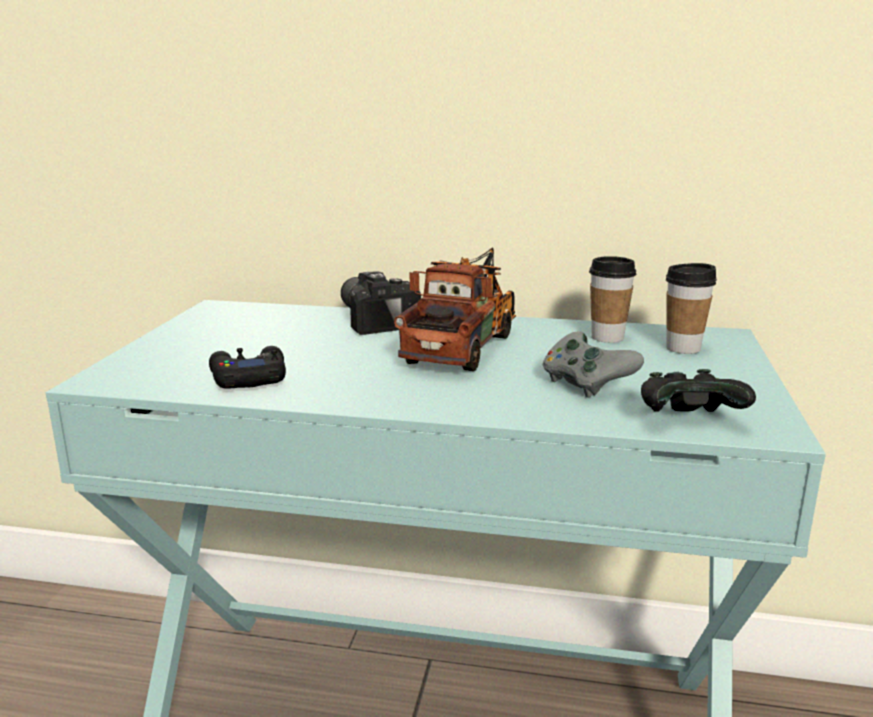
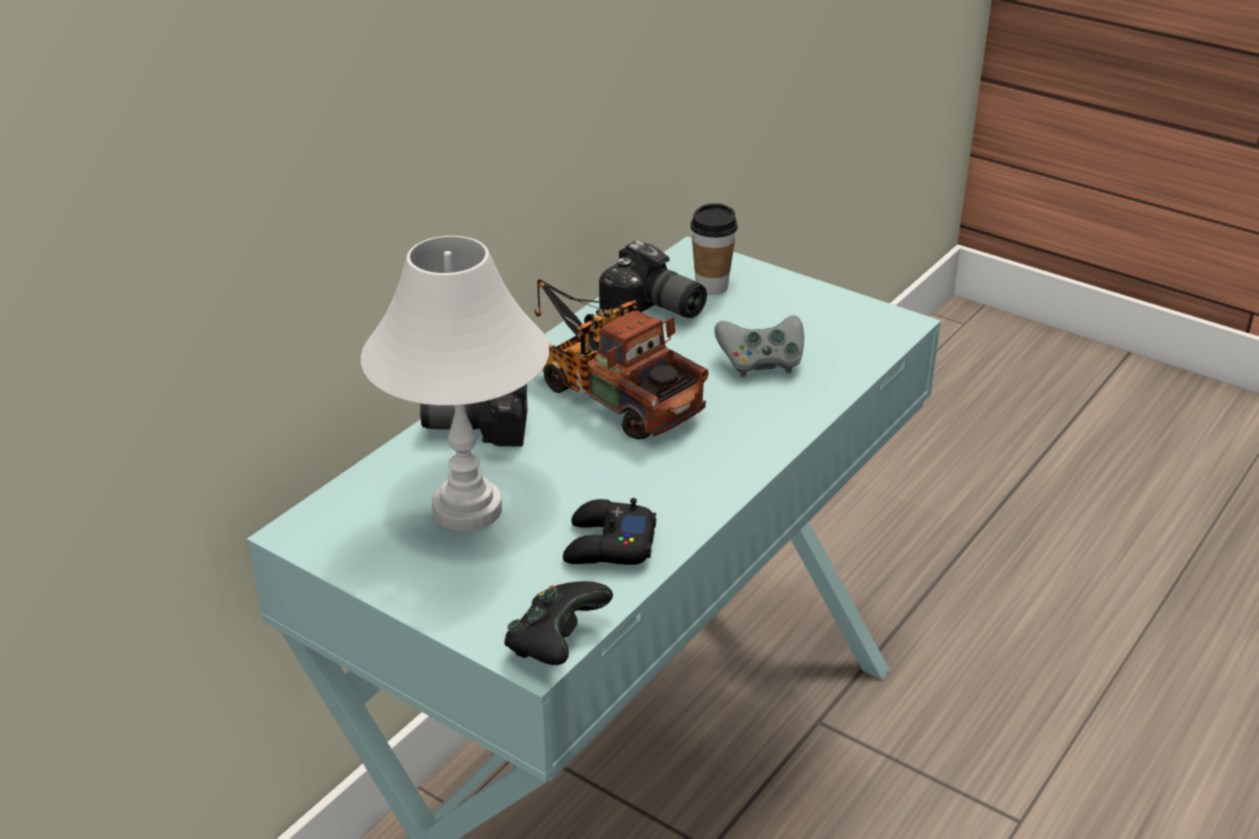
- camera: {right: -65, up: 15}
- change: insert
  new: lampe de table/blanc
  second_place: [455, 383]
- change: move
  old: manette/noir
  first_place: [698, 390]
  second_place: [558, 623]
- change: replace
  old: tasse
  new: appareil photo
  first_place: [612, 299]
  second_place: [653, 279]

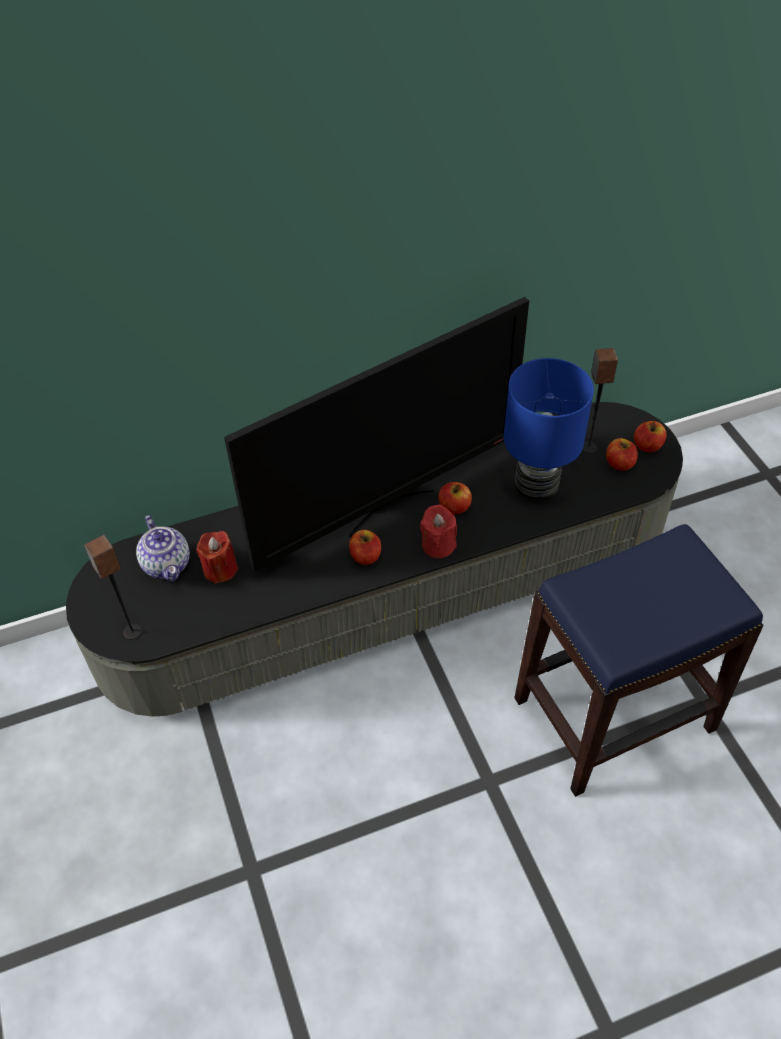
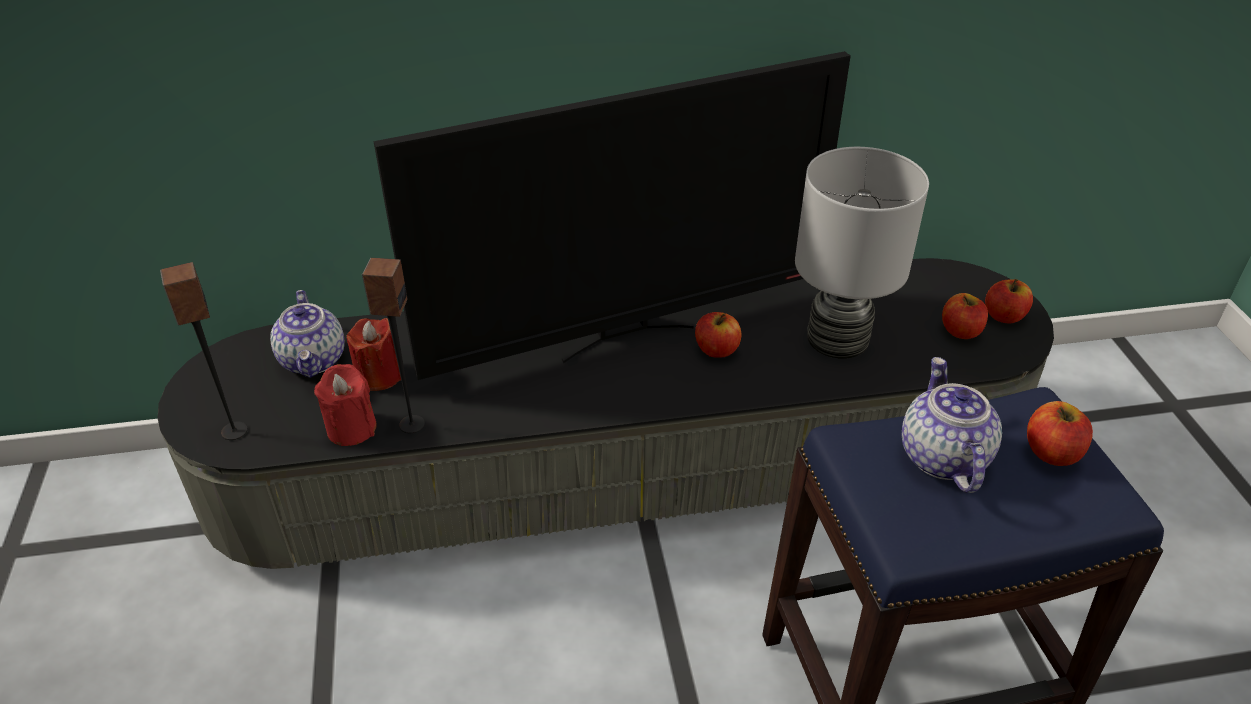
- camera: {right: 10, up: -10}
- change: insert
  new: théière
  second_place: [952, 425]
- change: move
  old: pomme
  first_place: [365, 547]
  second_place: [1060, 433]
- change: move
  old: bougie/rouge
  first_place: [438, 531]
  second_place: [345, 405]
- change: move
  old: enceinte
  first_place: [600, 400]
  second_place: [393, 345]
- change: recolor
  old: lampe de table/bleu
  new: lampe de table/gris
  first_place: [549, 429]
  second_place: [862, 253]

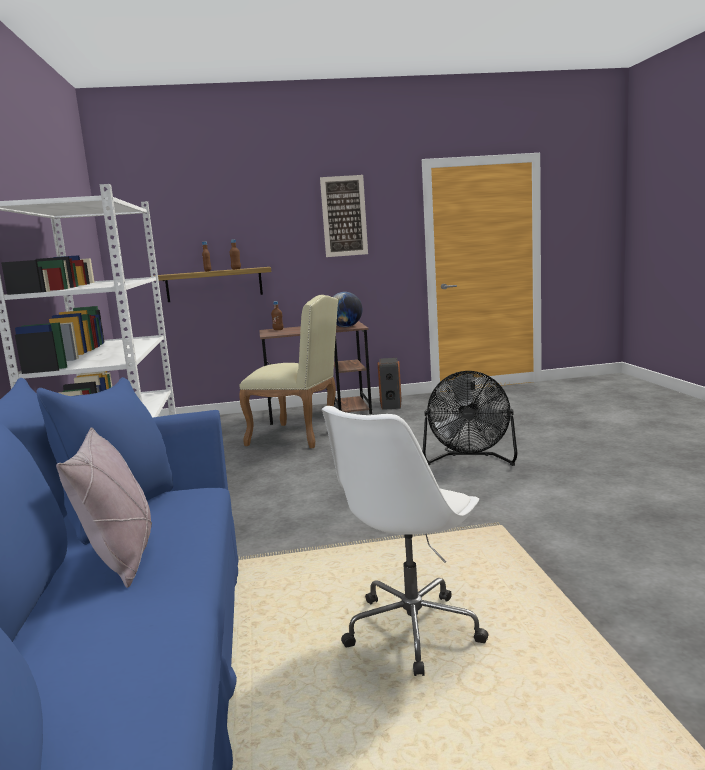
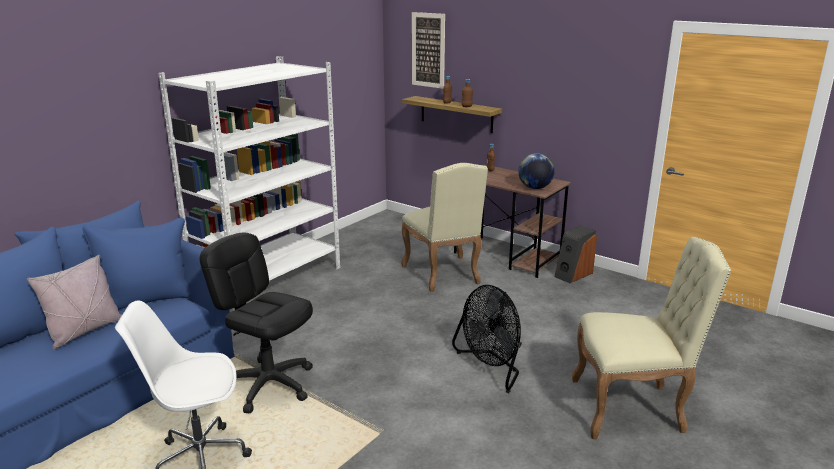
- camera: {right: 45, up: 10}
- change: insert
  new: chaise de bureau/noir
  second_place: [256, 323]
- change: insert
  new: chaise/beige
  second_place: [651, 338]
- change: move
  old: tableau
  first_place: [344, 216]
  second_place: [428, 50]

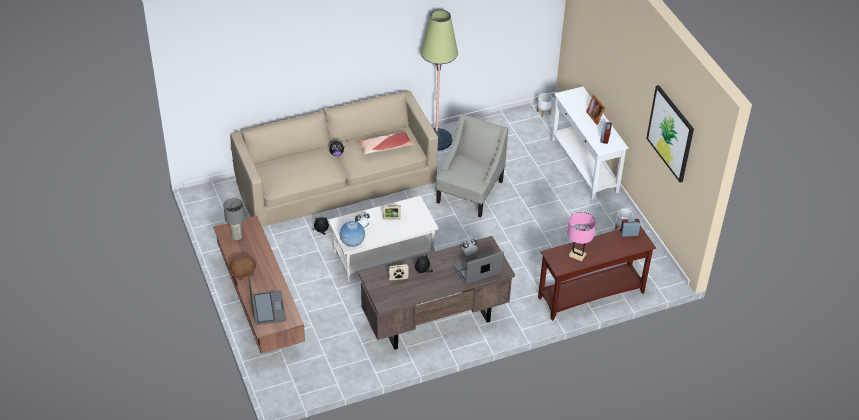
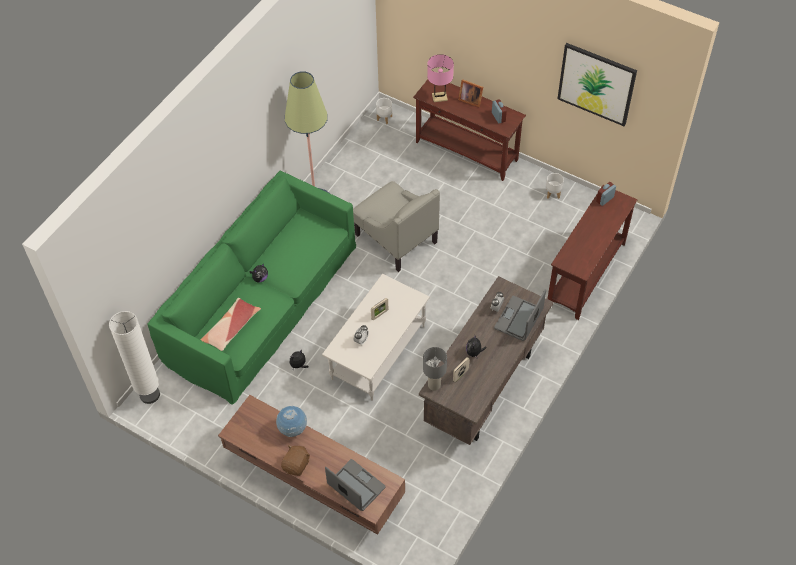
- camera: {right: -35, up: 10}
- change: insert
  new: lampadaire/blanc
  second_place: [134, 357]
- change: move
  old: lampe de table/gris
  first_place: [234, 219]
  second_place: [435, 369]
- change: move
  old: globe
  first_place: [352, 234]
  second_place: [291, 421]
- change: move
  old: coussin
  first_place: [385, 142]
  second_place: [231, 324]
- change: move
  old: lampe de table/rose
  first_place: [581, 236]
  second_place: [440, 78]
- change: recolor
  old: canapé/beige
  new: canapé/vert
  first_place: [334, 159]
  second_place: [252, 288]
- change: recolor
  old: table console/blanc
  new: table console/marron
  first_place: [590, 143]
  second_place: [469, 130]
- change: rotate
  old: fauteuil/gris
  first_place: [472, 166]
  second_place: [396, 226]
  degrees: 150

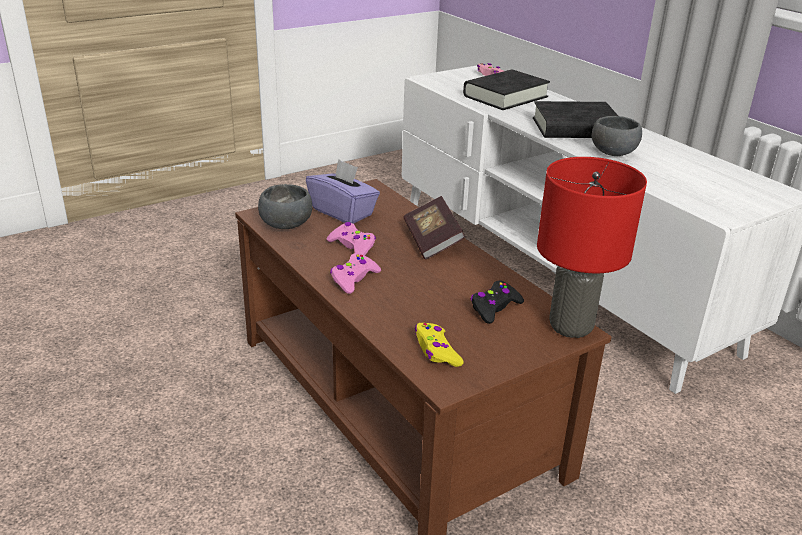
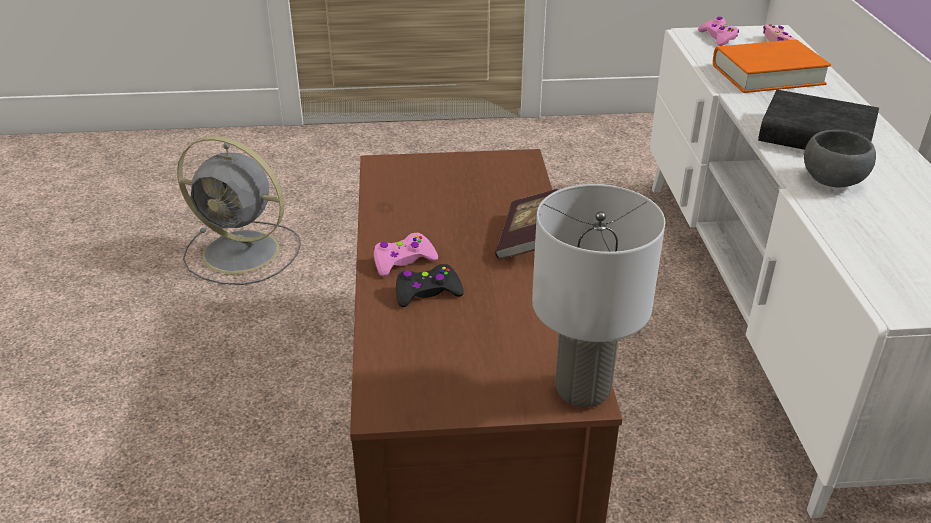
- camera: {right: 30, up: 5}
- change: delete
  old: bol/gris
  first_place: [285, 206]
- change: delete
  old: boîte à mouchoirs/violet
  first_place: [343, 191]
- change: delete
  old: manette/jaune
  first_place: [439, 345]
- change: insert
  new: ventilateur/gris
  second_place: [239, 210]
- change: move
  old: manette/rose
  first_place: [351, 238]
  second_place: [718, 31]
- change: move
  old: manette/noir
  first_place: [497, 302]
  second_place: [430, 285]
- change: recolor
  old: livre/noir
  new: livre/orange
  first_place: [506, 89]
  second_place: [772, 66]
- change: recolor
  old: lampe de table/rouge
  new: lampe de table/blanc
  first_place: [592, 247]
  second_place: [598, 296]

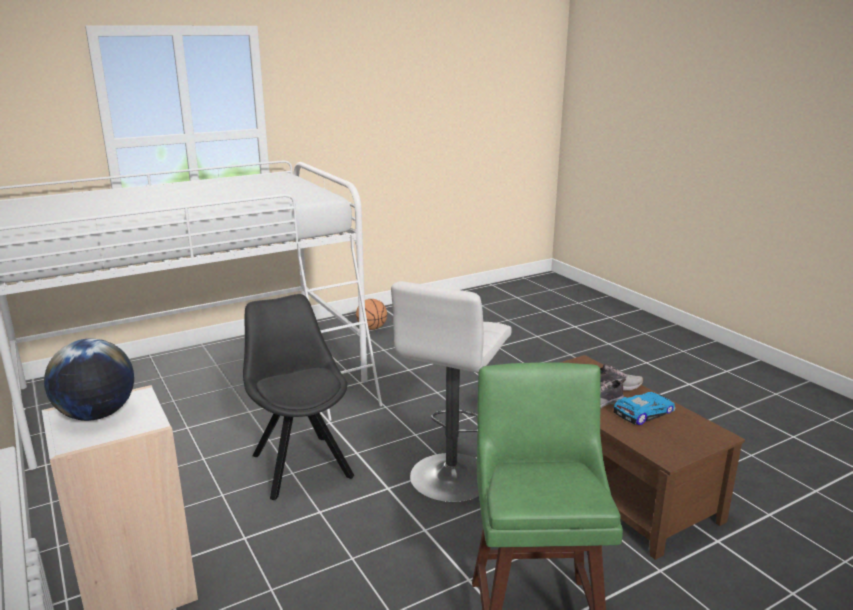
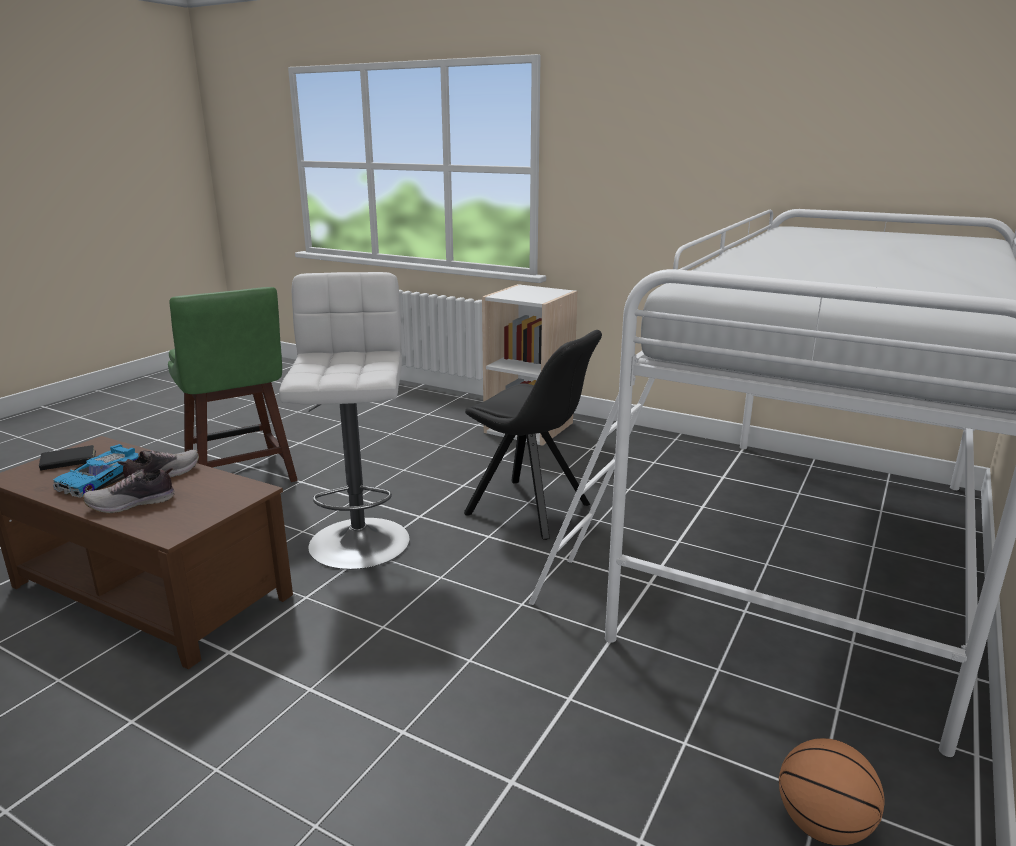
- camera: {right: 150, up: 0}
- change: delete
  old: globe
  first_place: [89, 379]
- change: insert
  new: livre/noir
  second_place: [67, 458]

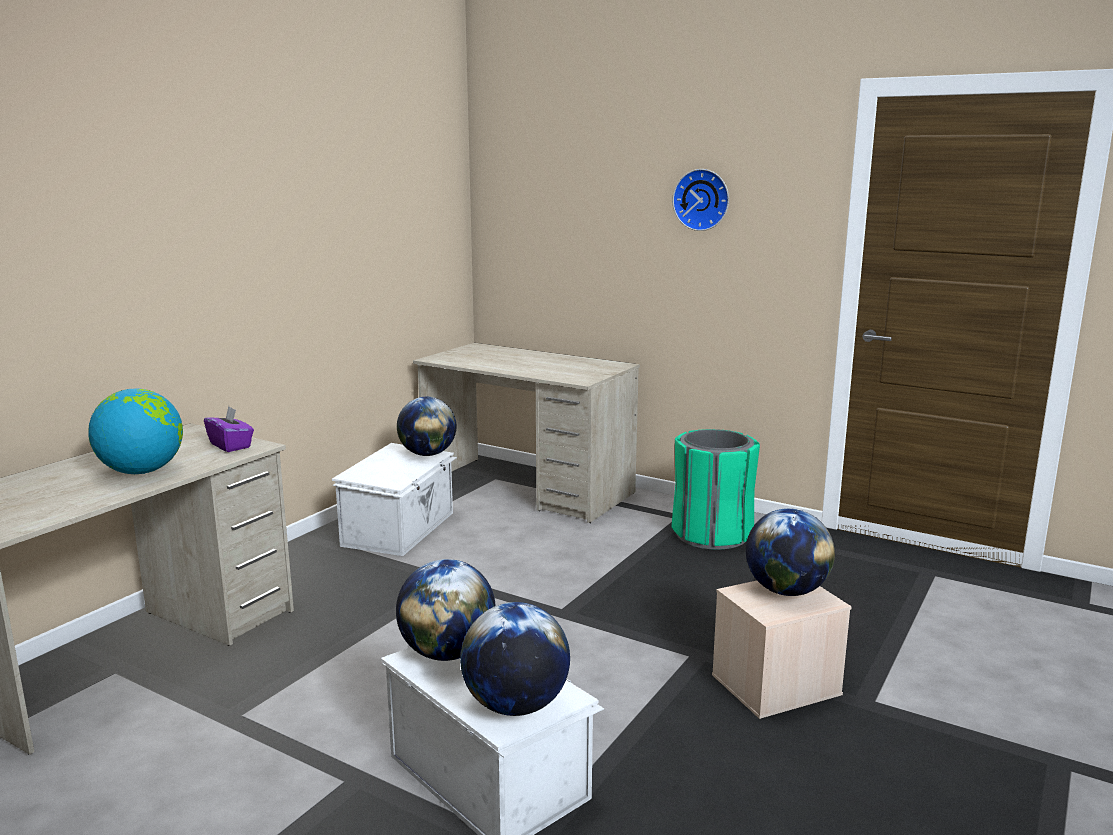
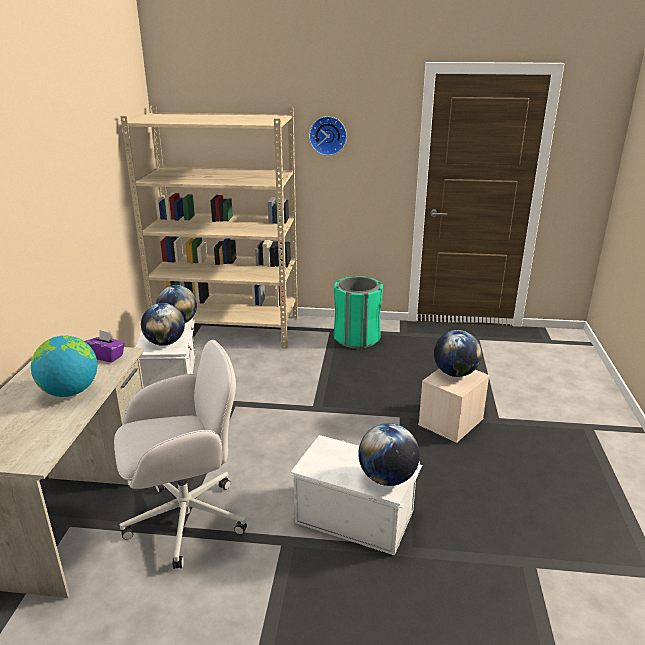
- camera: {right: -25, up: 10}
- change: insert
  new: chaise de bureau/blanc
  second_place: [180, 454]
- change: move
  old: globe
  first_place: [446, 610]
  second_place: [163, 324]
- change: replace
  old: bureau/beige
  new: bibliothèque/beige
  first_place: [526, 433]
  second_place: [209, 227]

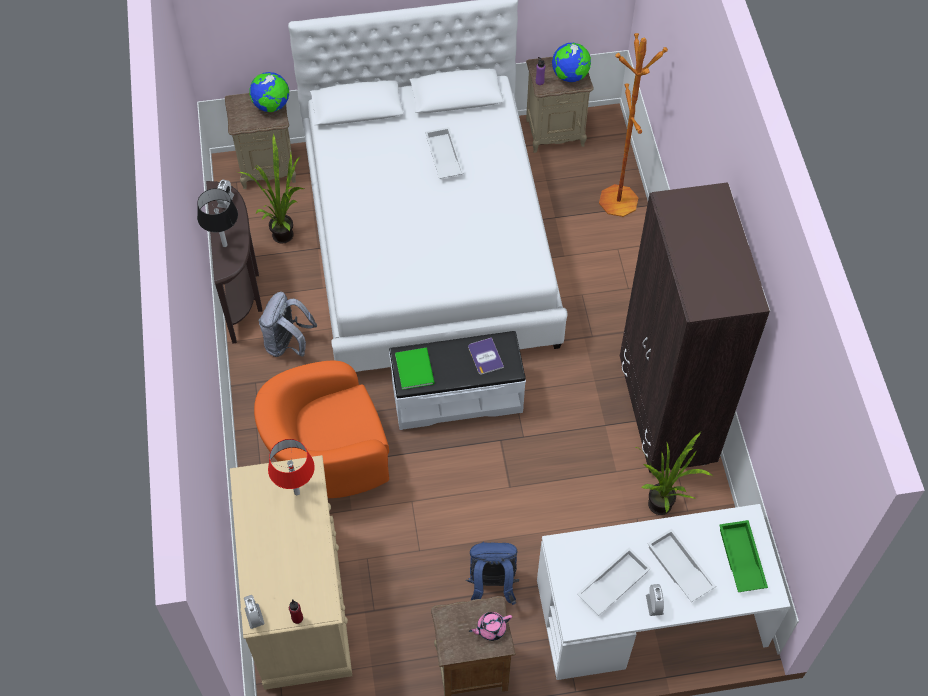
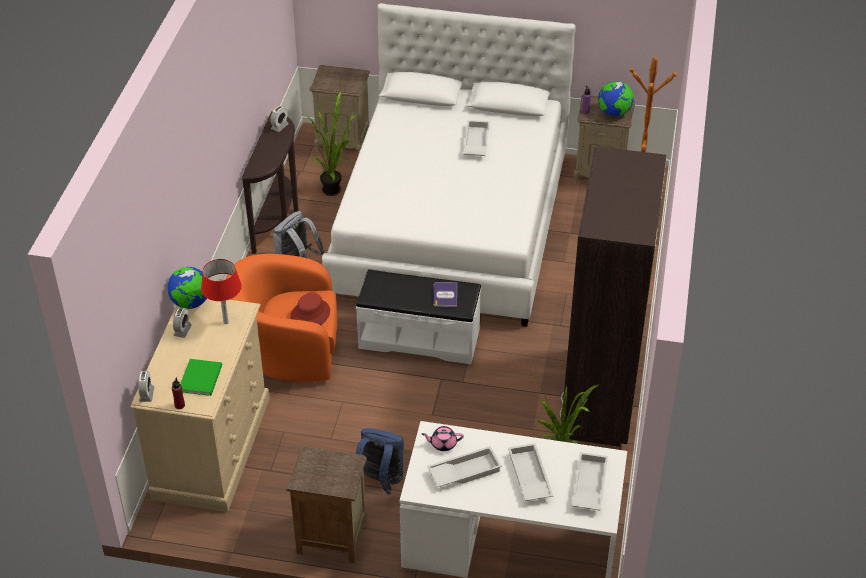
- camera: {right: 20, up: -15}
- change: delete
  old: lampe de table/noir
  first_place: [217, 217]
- change: insert
  new: chapeau/rouge
  second_place: [310, 309]
- change: move
  old: globe
  first_place: [269, 92]
  second_place: [187, 288]
- change: move
  old: livre/vert
  first_place: [415, 369]
  second_place: [201, 377]
- change: move
  old: théière/rose
  first_place: [490, 626]
  second_place: [443, 438]
- change: move
  old: réveil
  first_place: [655, 600]
  second_place: [182, 322]
- change: recolor
  old: plateau/vert
  new: plateau/blanc
  first_place: [743, 556]
  second_place: [589, 481]

